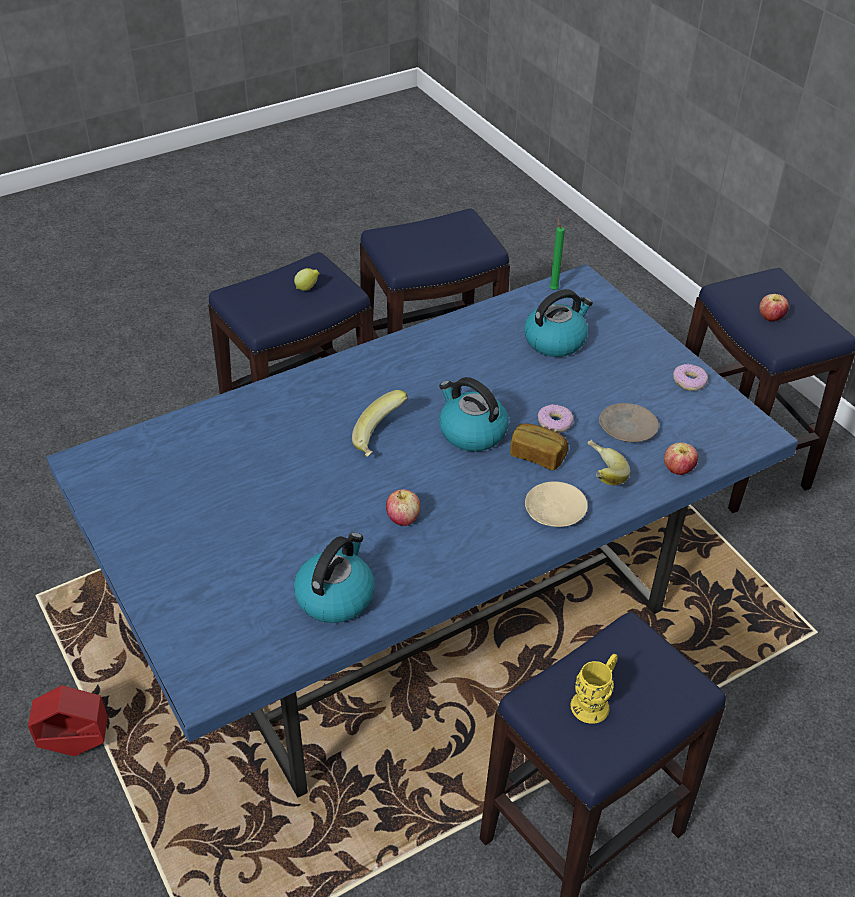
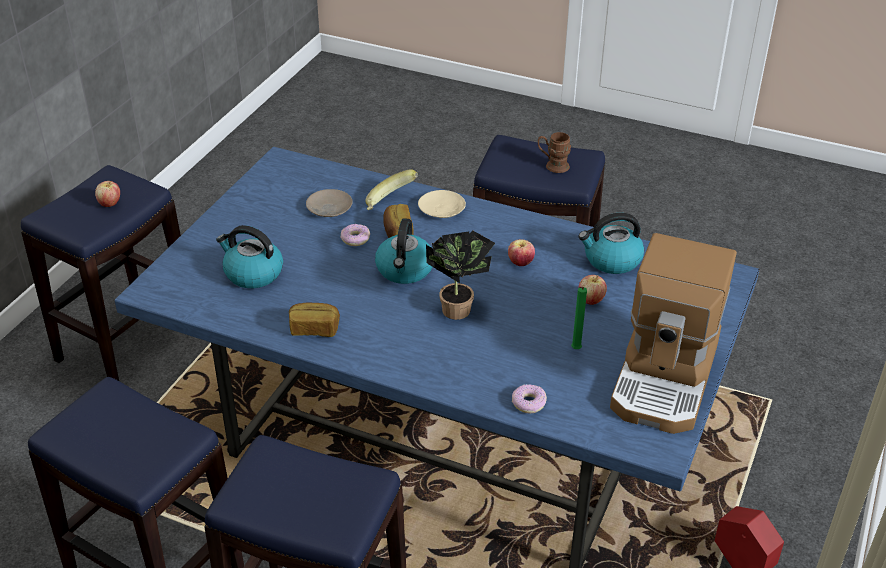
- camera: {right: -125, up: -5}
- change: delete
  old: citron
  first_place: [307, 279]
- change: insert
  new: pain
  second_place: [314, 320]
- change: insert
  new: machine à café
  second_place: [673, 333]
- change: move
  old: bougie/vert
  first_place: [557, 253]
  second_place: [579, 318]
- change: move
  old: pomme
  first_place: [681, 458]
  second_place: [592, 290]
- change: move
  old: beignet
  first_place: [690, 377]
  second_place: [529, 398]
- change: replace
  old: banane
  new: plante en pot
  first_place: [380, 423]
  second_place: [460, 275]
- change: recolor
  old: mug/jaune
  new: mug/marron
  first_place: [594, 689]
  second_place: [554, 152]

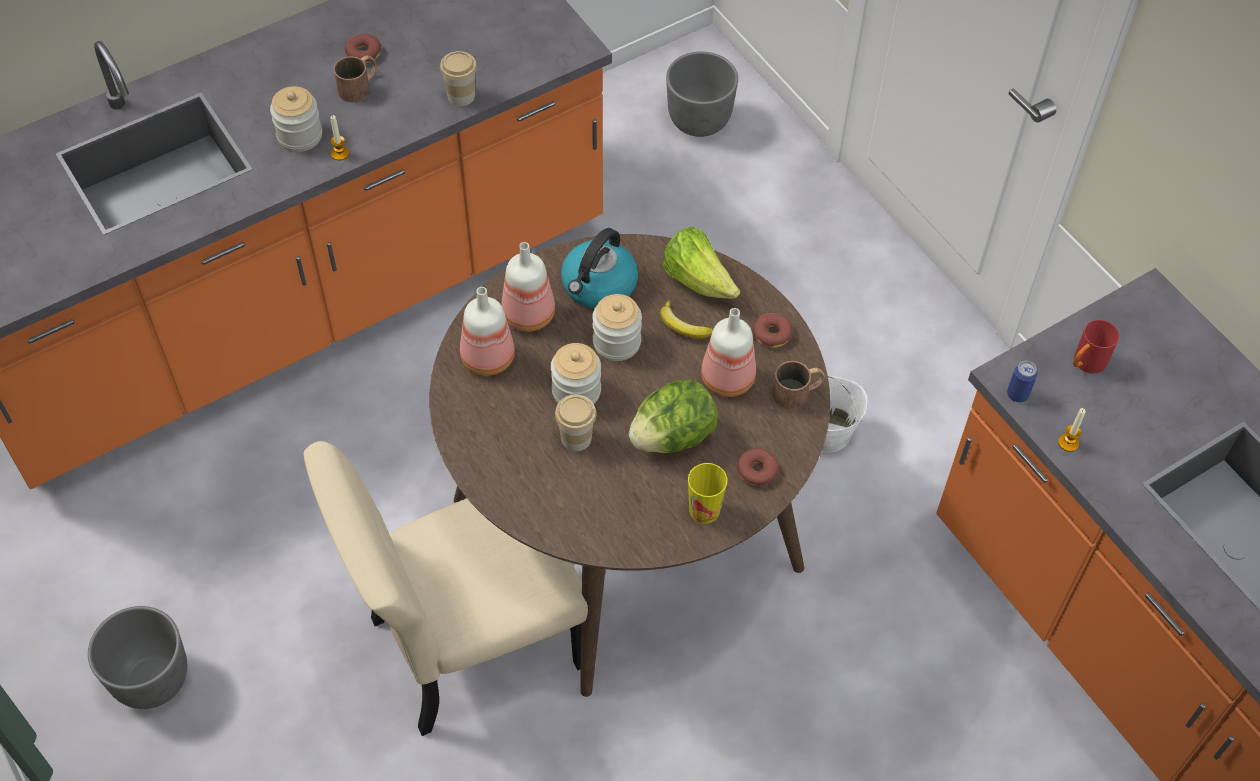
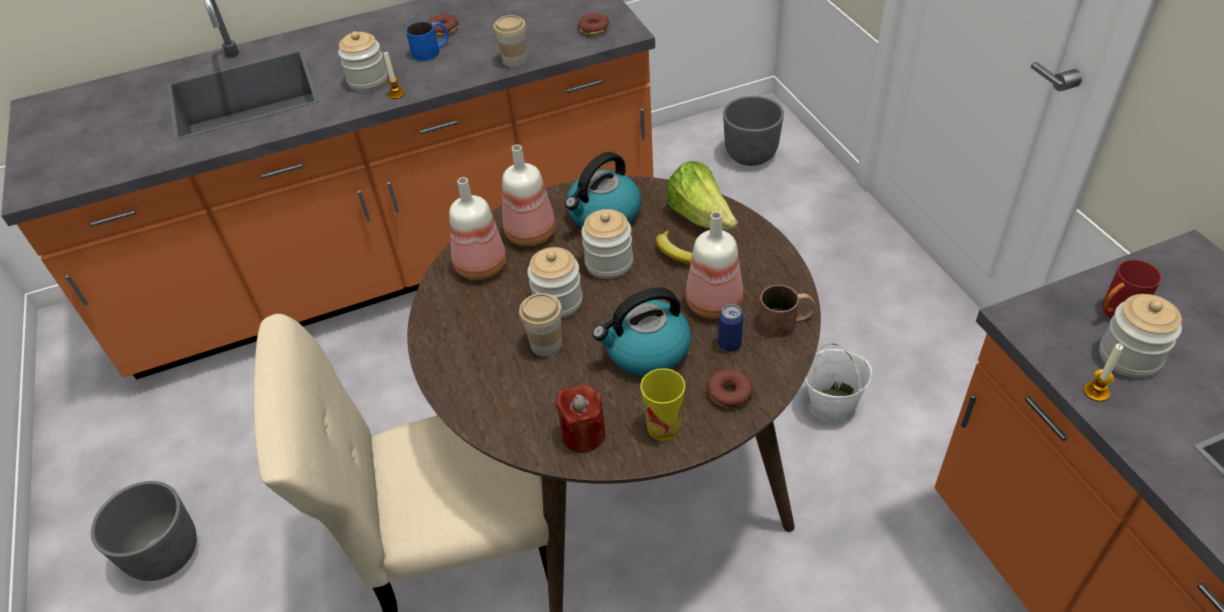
- camera: {right: 15, up: -10}
- change: insert
  new: bougie/rouge
  second_place: [580, 418]
- change: insert
  new: bocal
  second_place: [1140, 336]
- change: move
  old: beignet
  first_place: [772, 330]
  second_place: [593, 24]
- change: move
  old: boîte métallique
  first_place: [1022, 381]
  second_place: [730, 328]
- change: replace
  old: laitue
  new: bouilloire
  first_place: [674, 416]
  second_place: [641, 331]
- change: recolor
  old: mug/marron
  new: mug/bleu
  first_place: [355, 79]
  second_place: [427, 41]

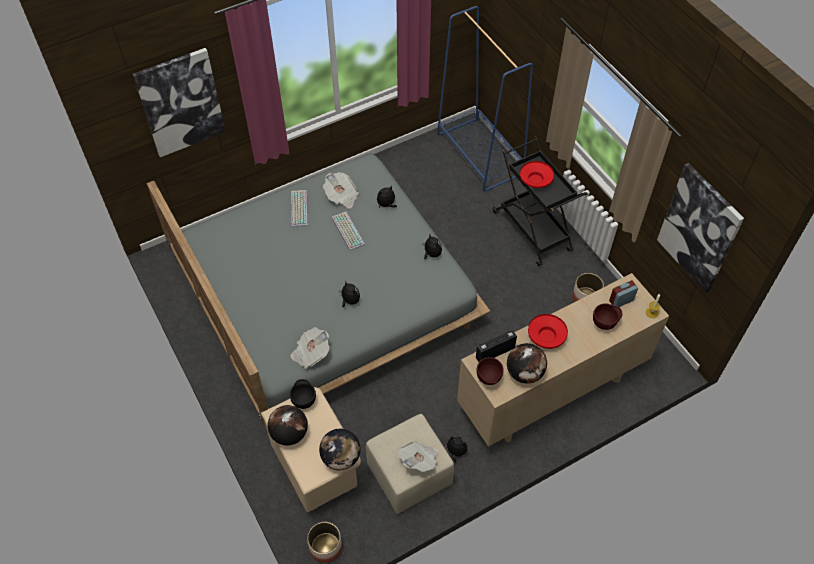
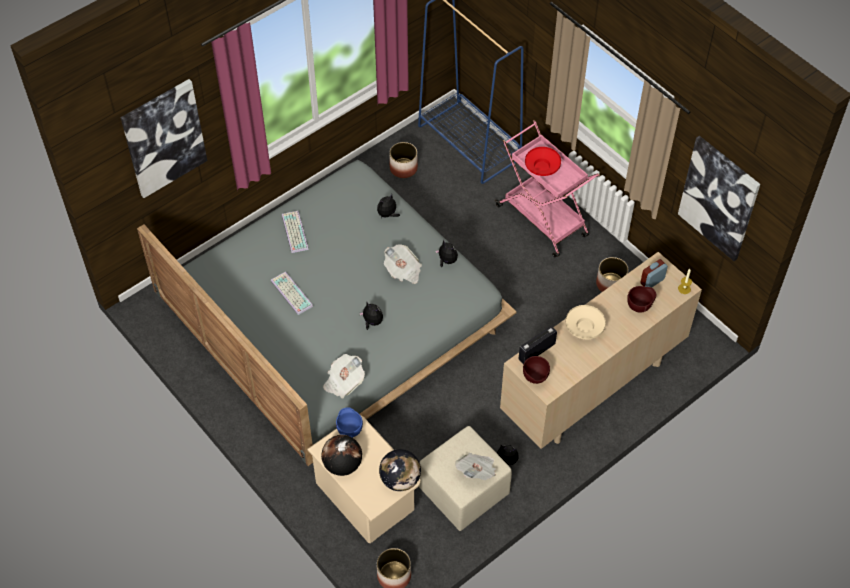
- camera: {right: -10, up: 0}
- change: delete
  old: globe
  first_place: [527, 363]
- change: insert
  new: cache-pot
  second_place: [403, 160]
- change: move
  old: journal
  first_place: [341, 190]
  second_place: [403, 264]
- change: move
  old: clavier
  first_place: [348, 231]
  second_place: [292, 293]
- change: recolor
  old: bol/noir
  new: bol/bleu
  first_place: [303, 394]
  second_place: [349, 422]
- change: recolor
  old: chariot/noir
  new: chariot/rose
  first_place: [540, 201]
  second_place: [547, 189]
- change: recolor
  old: bol/rouge
  new: bol/beige
  first_place: [548, 331]
  second_place: [586, 322]

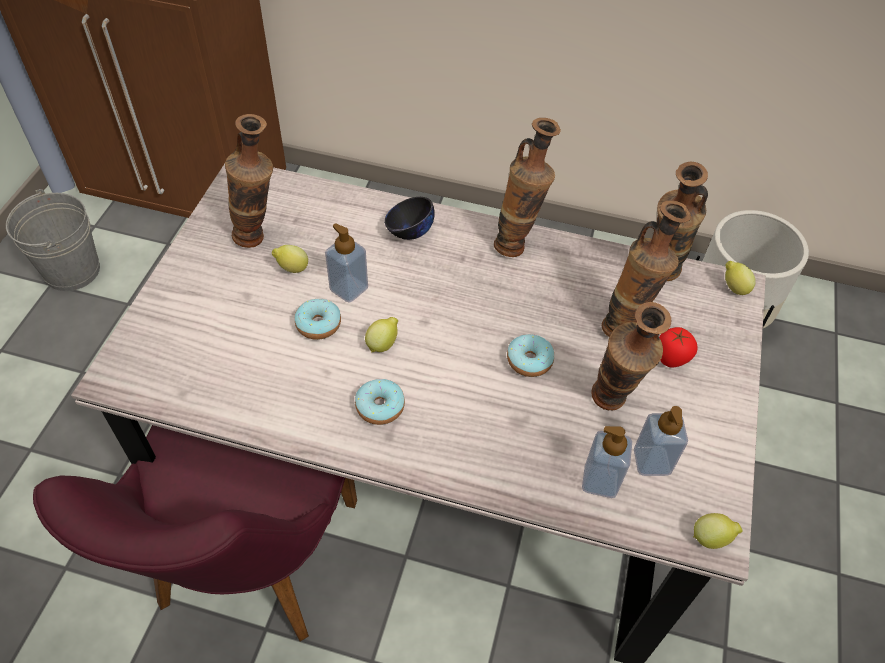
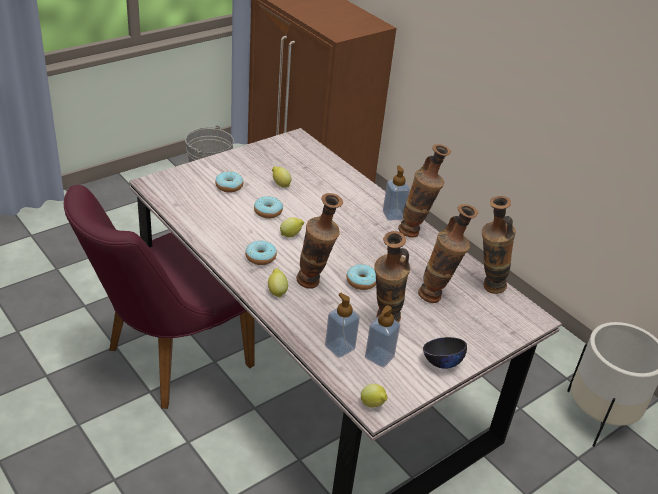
- camera: {right: 35, up: -15}
- change: delete
  old: tomate
  first_place: [678, 347]
- change: insert
  new: beignet
  second_place: [229, 182]
- change: move
  old: vase
  first_place: [249, 181]
  second_place: [319, 241]
- change: move
  old: distributeur de savon
  first_place: [346, 263]
  second_place: [396, 193]
- change: move
  old: bol/noir
  first_place: [409, 218]
  second_place: [445, 353]
- change: move
  old: citron
  first_place: [740, 278]
  second_place: [278, 283]

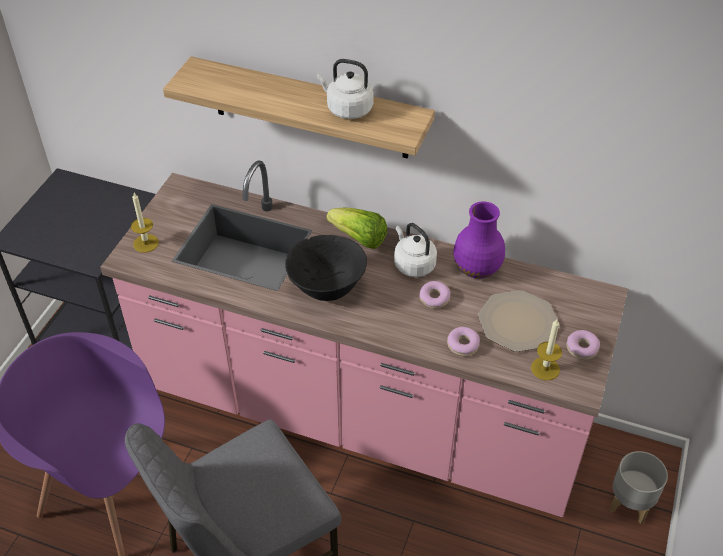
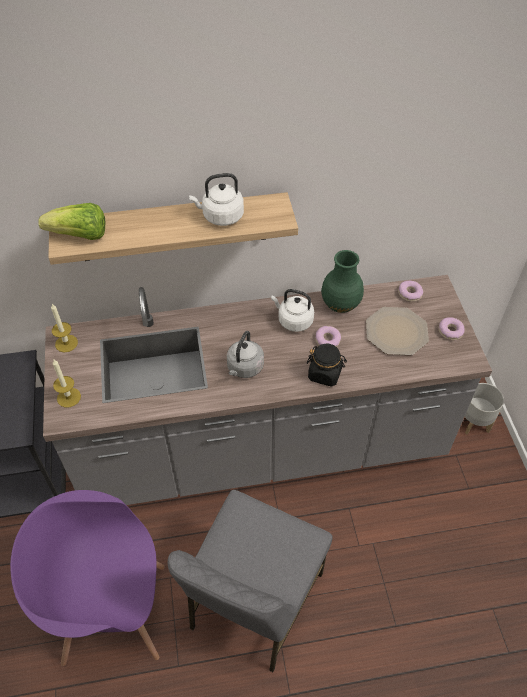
- camera: {right: -30, up: 5}
- change: insert
  new: bocal/noir
  second_place: [327, 365]
- change: move
  old: laitue
  first_place: [357, 228]
  second_place: [72, 221]
- change: move
  old: beignet
  first_place: [463, 341]
  second_place: [410, 291]
- change: move
  old: bougie
  first_place: [546, 349]
  second_place: [64, 328]
- change: replace
  old: bol/noir
  new: bouilloire/gris
  first_place: [326, 268]
  second_place: [245, 354]
- change: recolor
  old: comptoir de cuisine/rose
  new: comptoir de cuisine/gris
  first_place: [364, 338]
  second_place: [267, 390]
- change: recolor
  old: vase/violet
  new: vase/vert
  first_place: [479, 240]
  second_place: [342, 281]

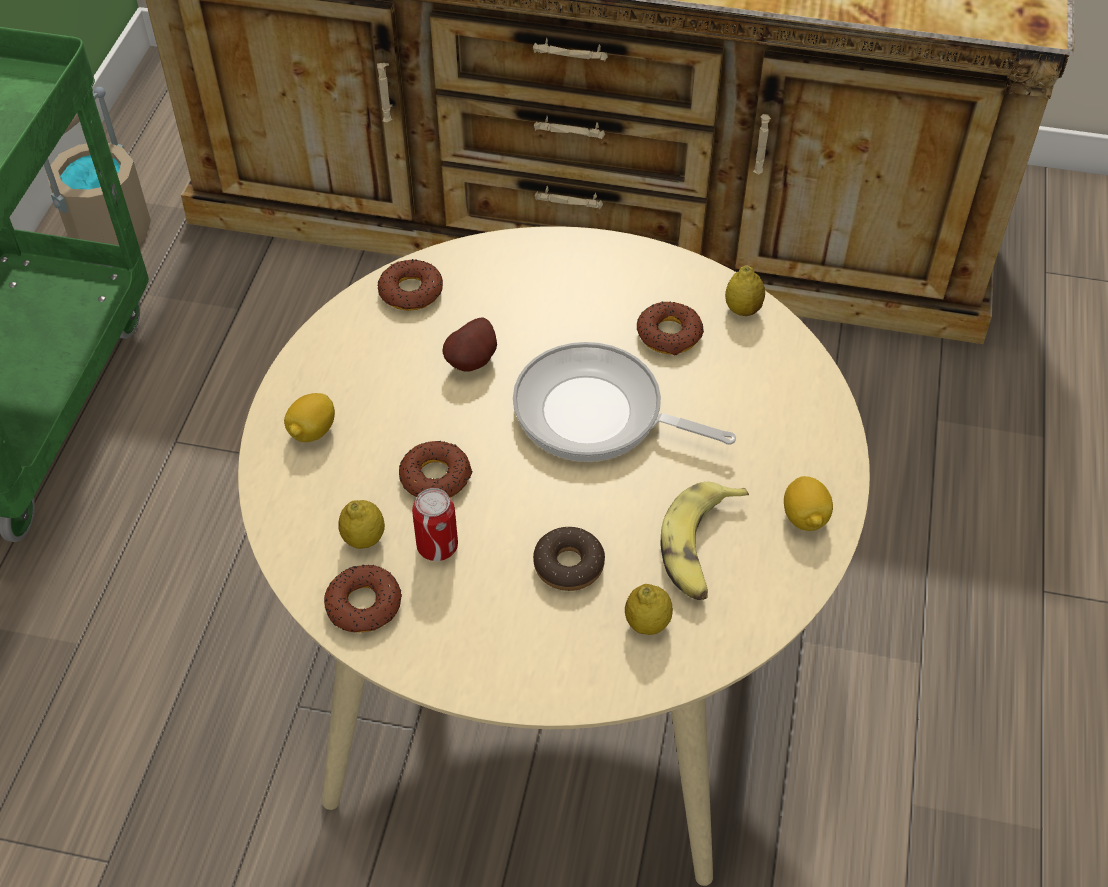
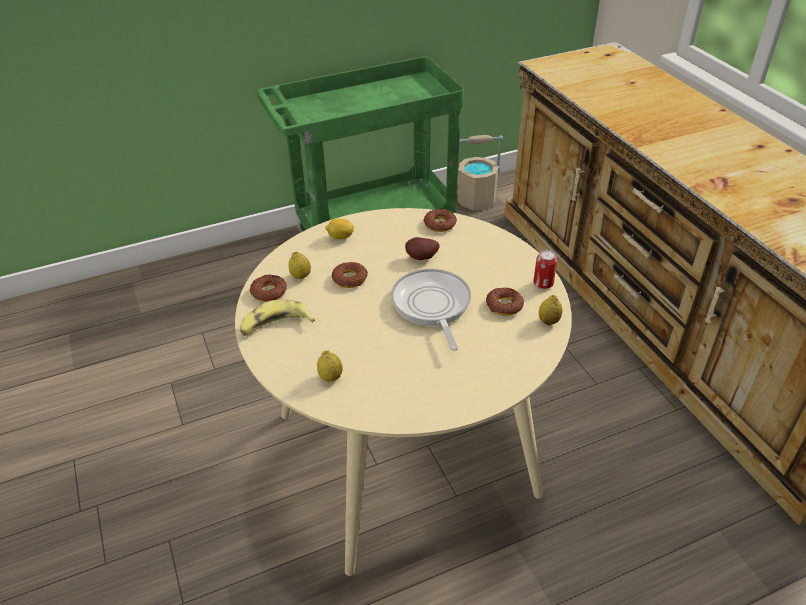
- camera: {right: 55, up: -10}
- change: delete
  old: beignet
  first_place: [569, 559]
- change: delete
  old: citron
  first_place: [808, 503]
- change: move
  old: boîte métallique
  first_place: [435, 524]
  second_place: [545, 269]
- change: move
  old: banane
  first_place: [704, 541]
  second_place: [277, 318]

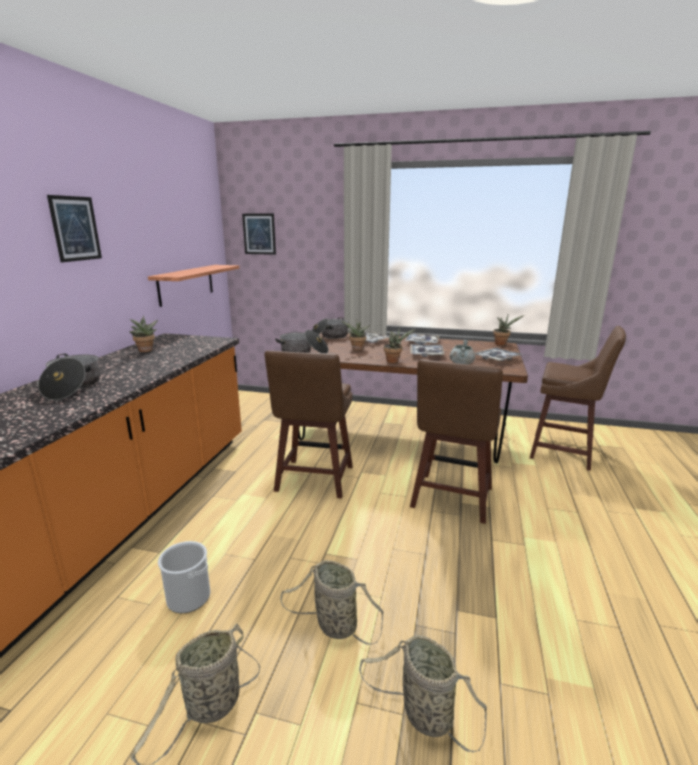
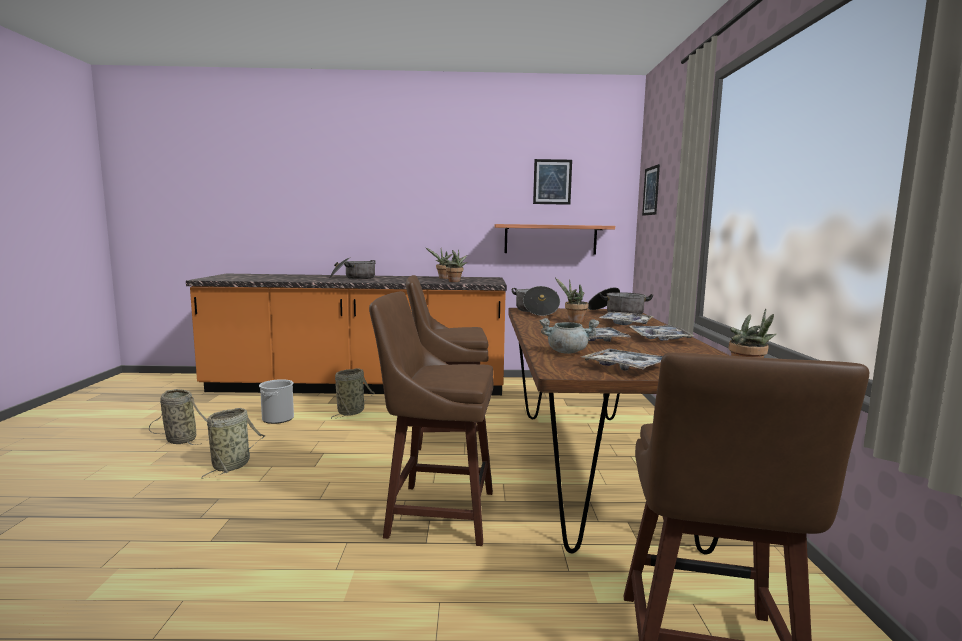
- camera: {right: 75, up: -10}
- change: move
  old: tableau
  first_place: [74, 228]
  second_place: [552, 182]
- change: move
  old: panier
  first_place: [423, 693]
  second_place: [353, 393]
- change: move
  old: plante en pot
  first_place: [399, 345]
  second_place: [455, 265]

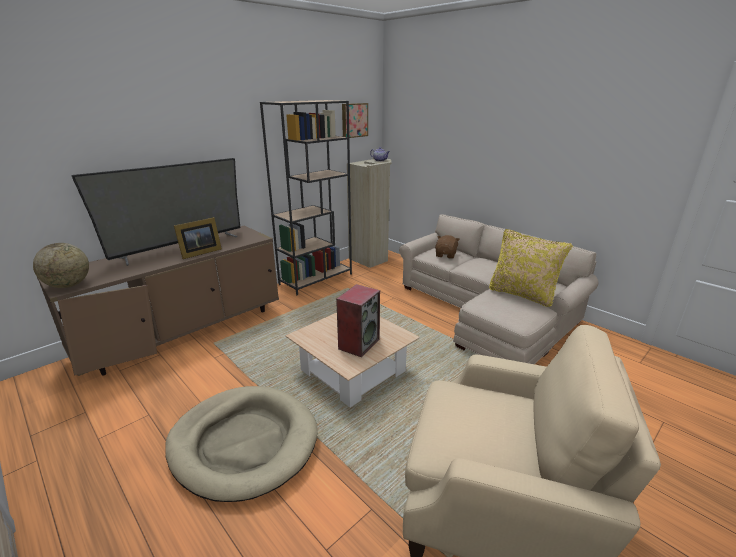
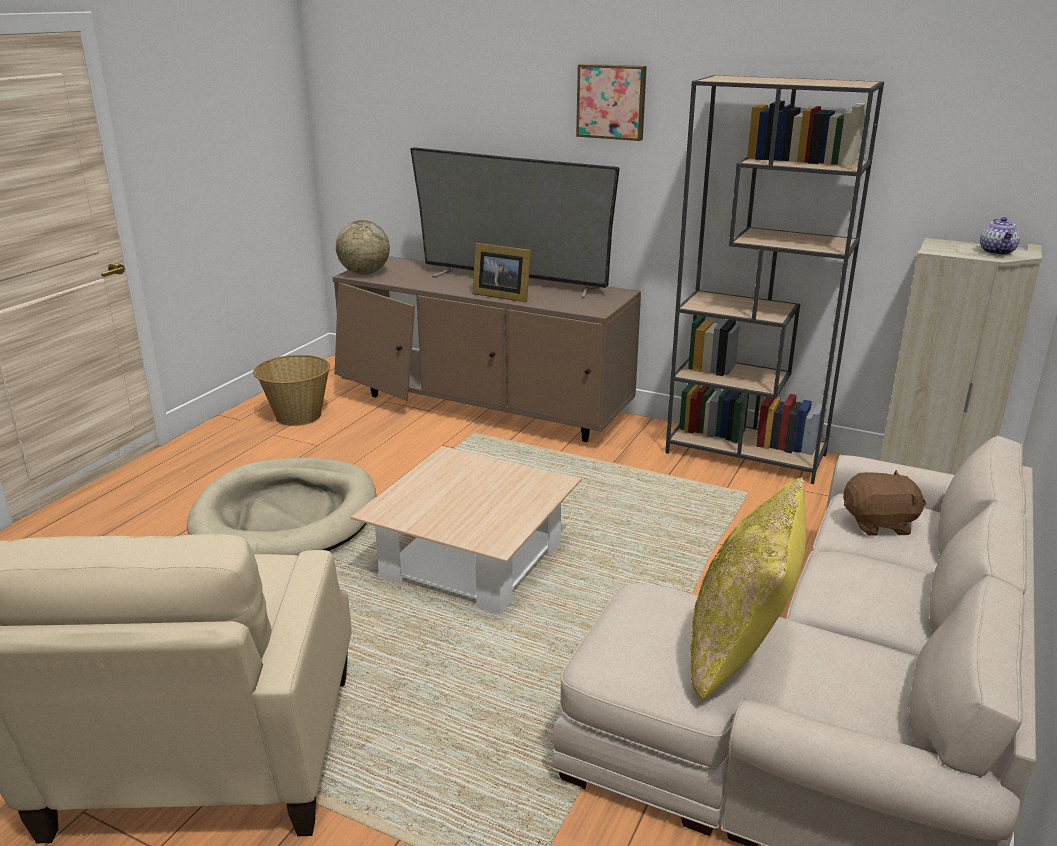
- camera: {right: 70, up: 0}
- change: delete
  old: enceinte
  first_place: [358, 320]
- change: insert
  new: panier
  second_place: [291, 390]
- change: move
  old: tableau
  first_place: [355, 120]
  second_place: [611, 102]

